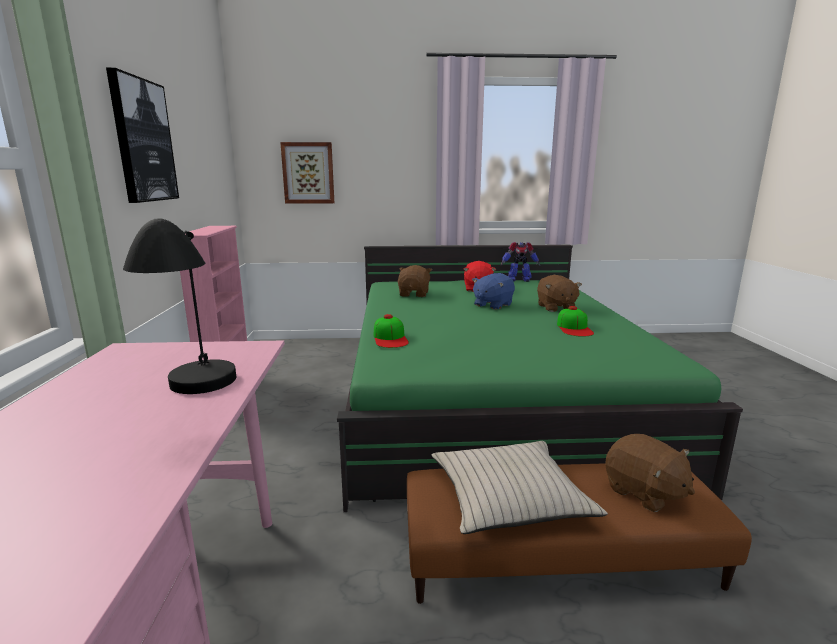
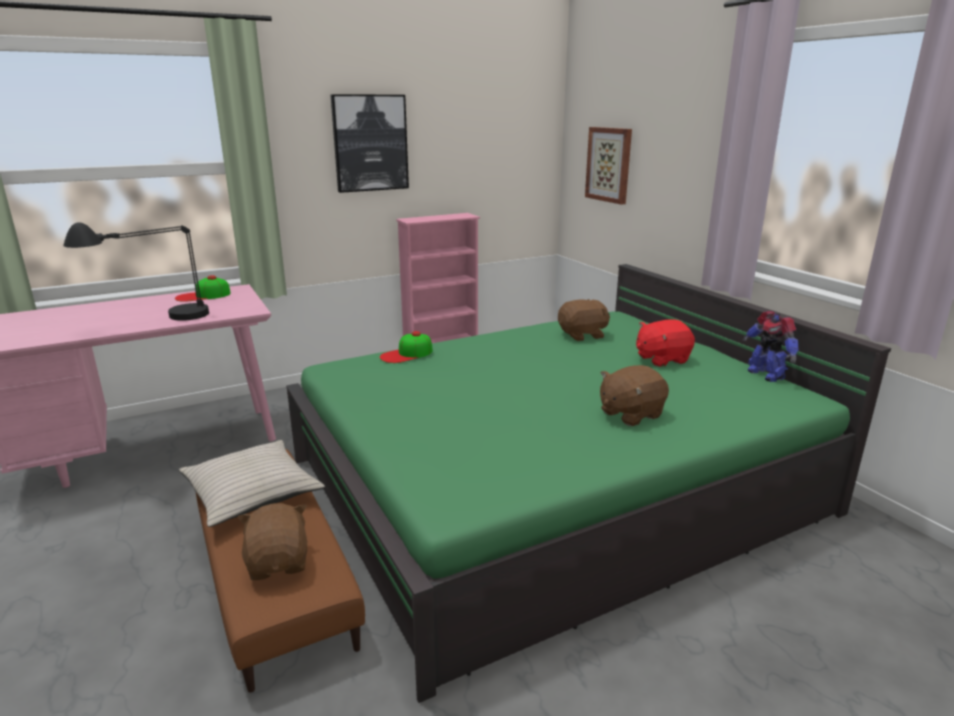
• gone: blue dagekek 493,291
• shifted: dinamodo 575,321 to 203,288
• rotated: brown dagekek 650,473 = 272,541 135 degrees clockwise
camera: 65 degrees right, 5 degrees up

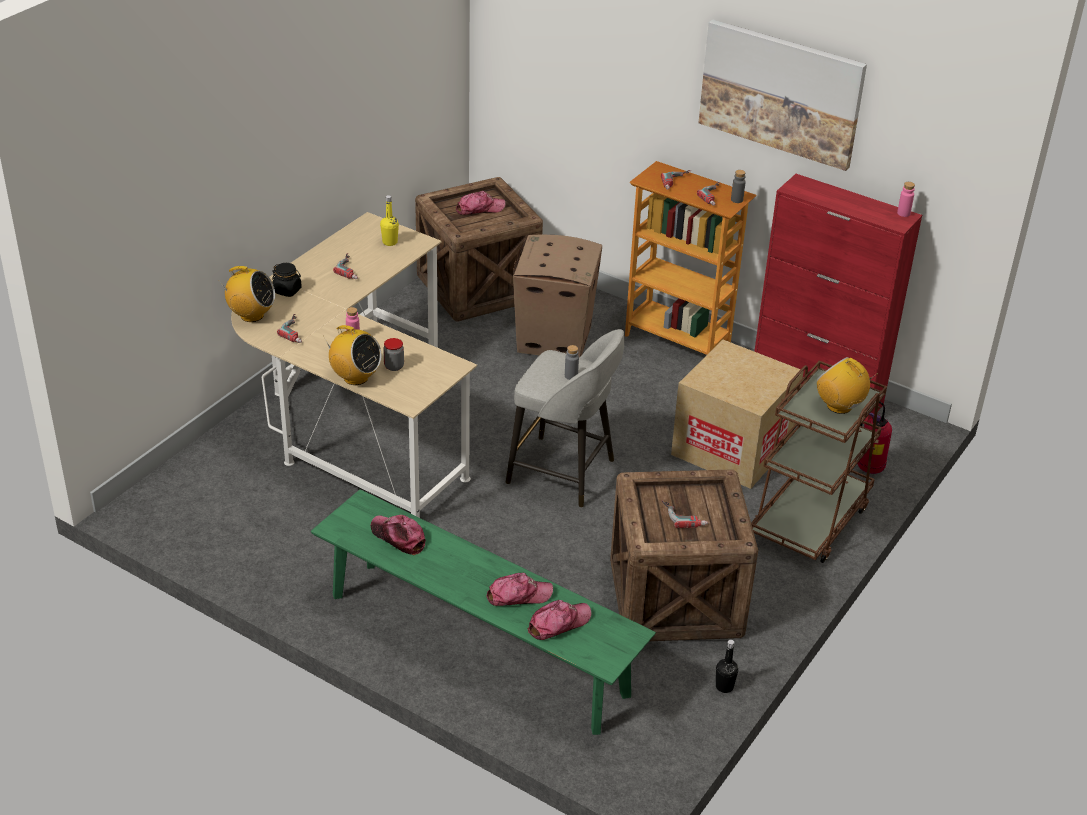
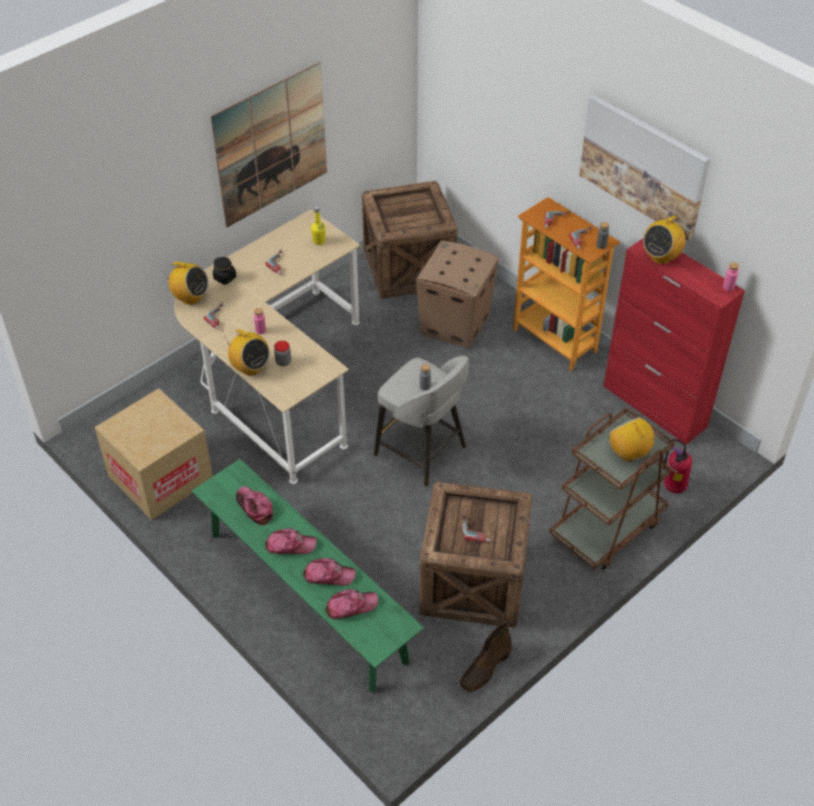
• new: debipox 269,144
• new: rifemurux 664,238
• shifted: dinamodo 481,203 to 291,541
• shifted: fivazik 737,414 to 154,454
• swapped: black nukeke 727,666 to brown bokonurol 486,657
camera: 15 degrees right, 10 degrees up

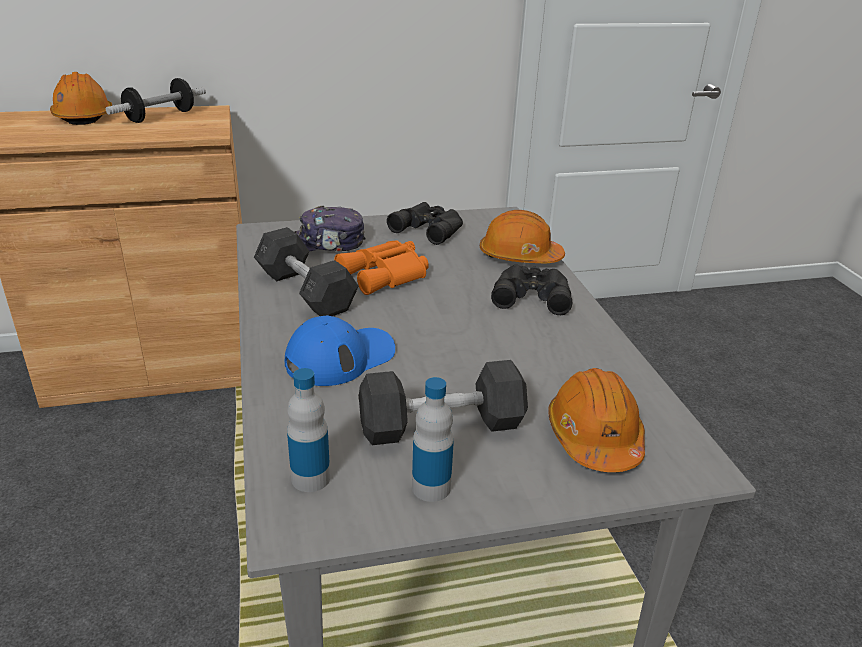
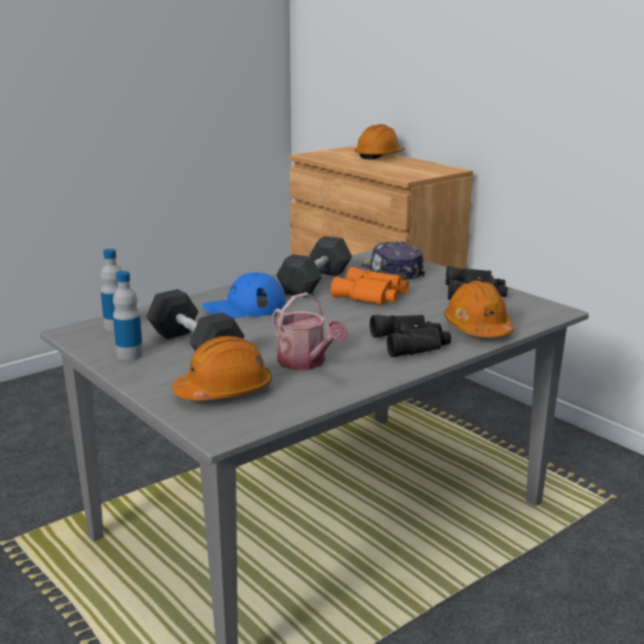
• gone: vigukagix 156,100
• new: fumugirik 309,331
• rotated: blue dinamodo 340,350 = 244,295 135 degrees clockwise
camera: 65 degrees right, 10 degrees down

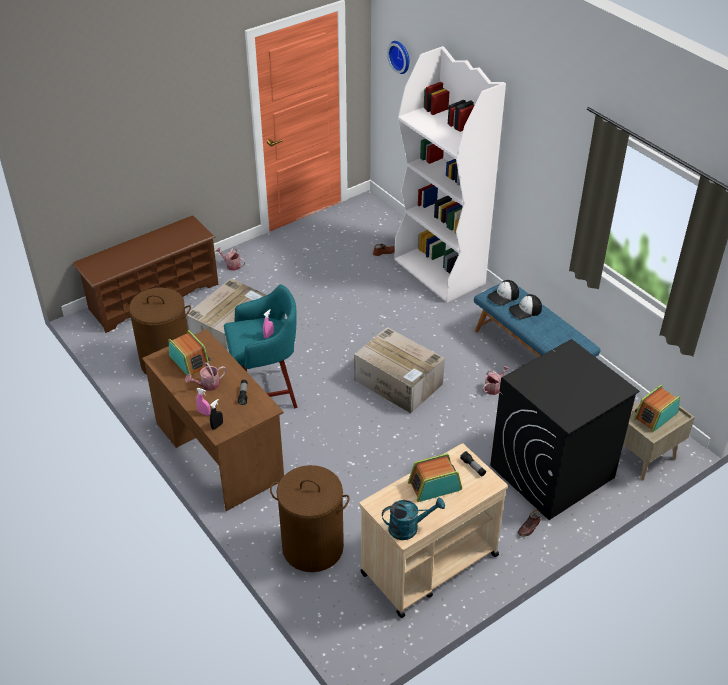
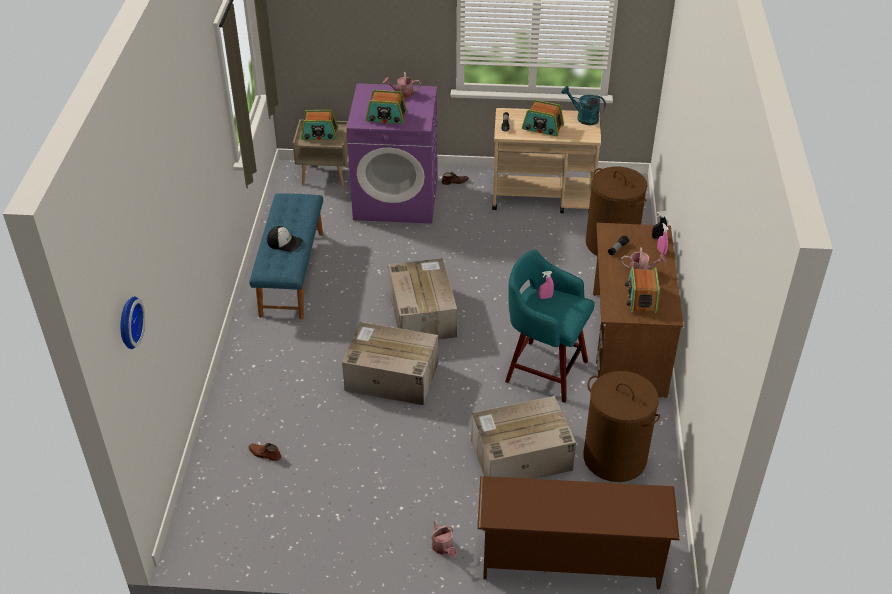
• gone: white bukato 450,174
• gone: dinamodo 503,293
• new: fivazik 390,363
• new: rifemurux 386,107
• shifted: fumugirik 495,380 to 402,85
• repainted: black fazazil 564,429 to purple fazazil 392,153
camera: 140 degrees left, 0 degrees up

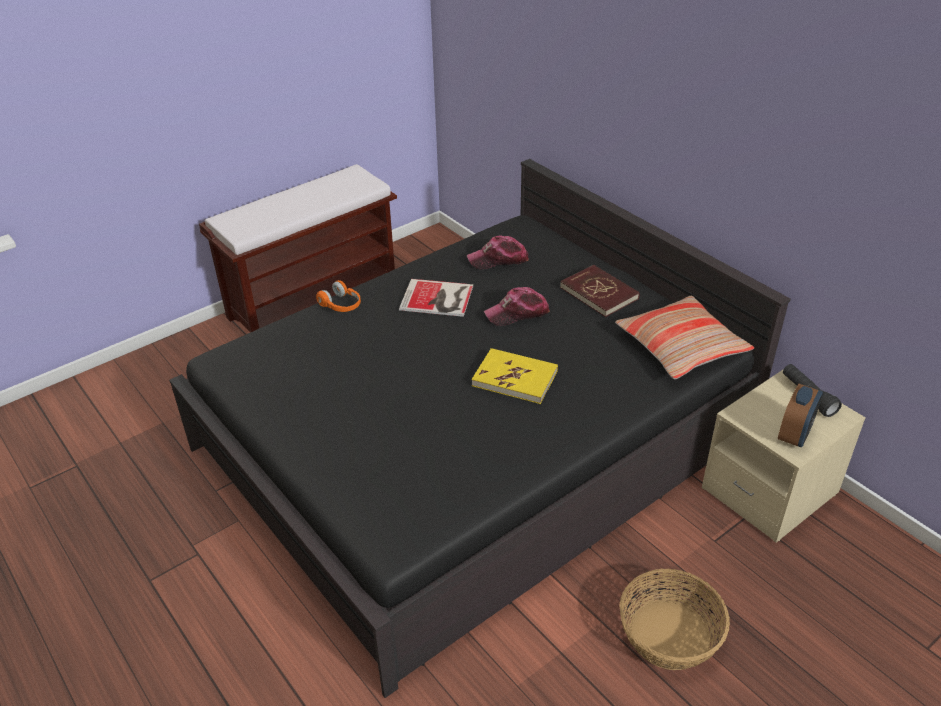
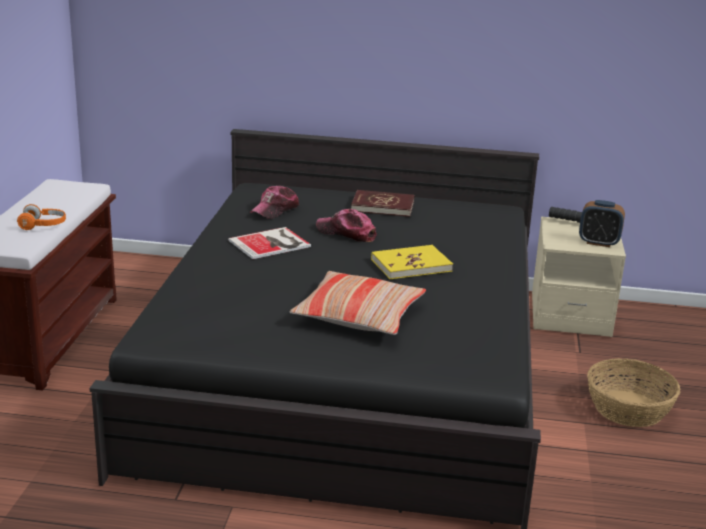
• shifted: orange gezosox 338,296 to 41,217
• shifted: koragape 684,337 to 358,303
• rotated: dinamodo 517,306 = 346,225 90 degrees clockwise
• rotated: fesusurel 800,415 = 602,223 120 degrees clockwise
camera: 45 degrees left, 15 degrees down

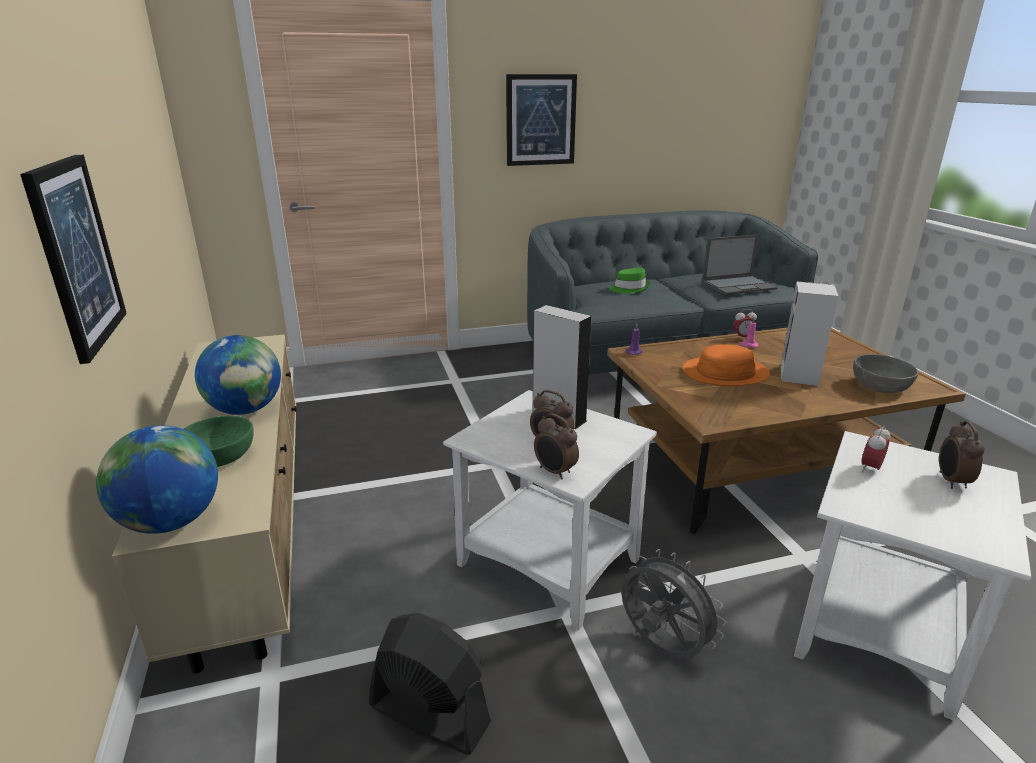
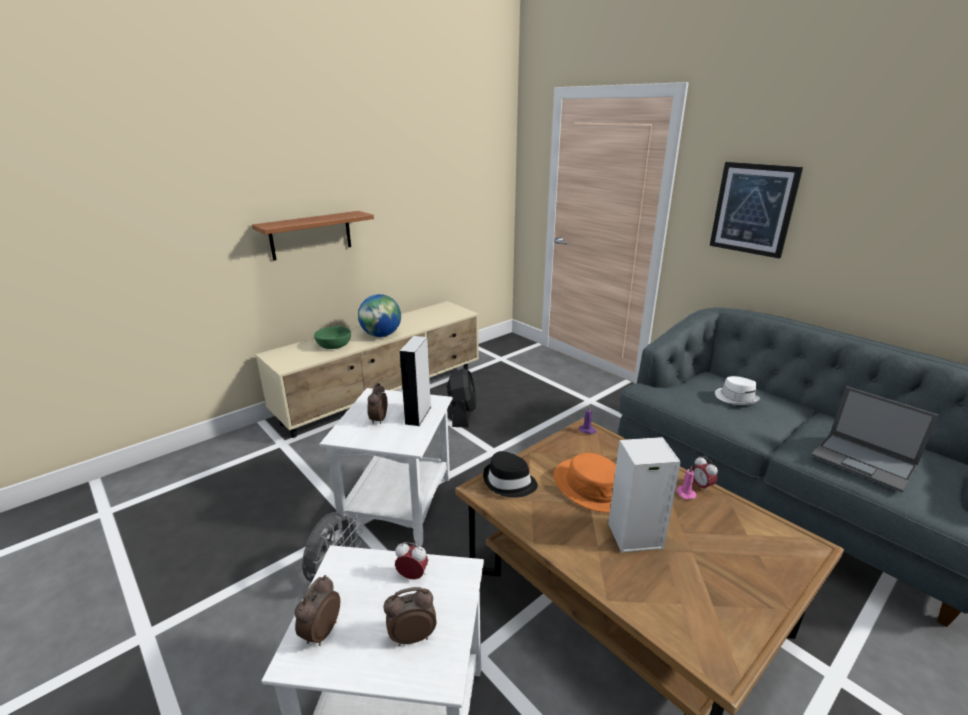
• gone: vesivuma 157,479
• gone: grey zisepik 886,373
• new: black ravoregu 510,474
• shifted: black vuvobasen 430,684 to 461,397
• shifted: fesusurel 556,446 to 317,610
• swapped: debipox 73,259 to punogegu 313,236
• repainted: green ravoregu 629,281 to white ravoregu 737,390
camera: 65 degrees right, 0 degrees up

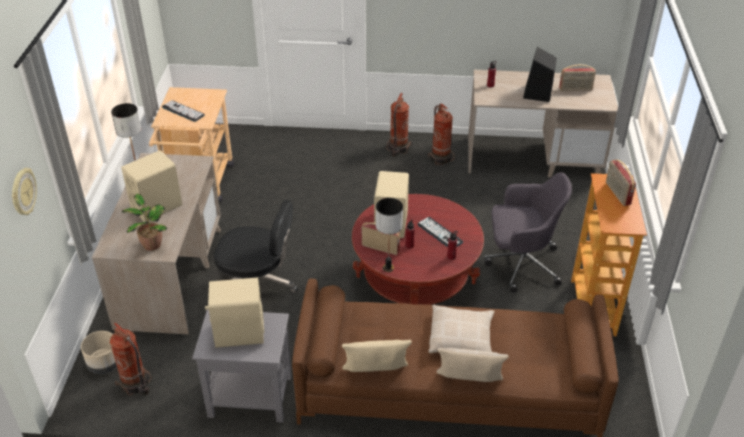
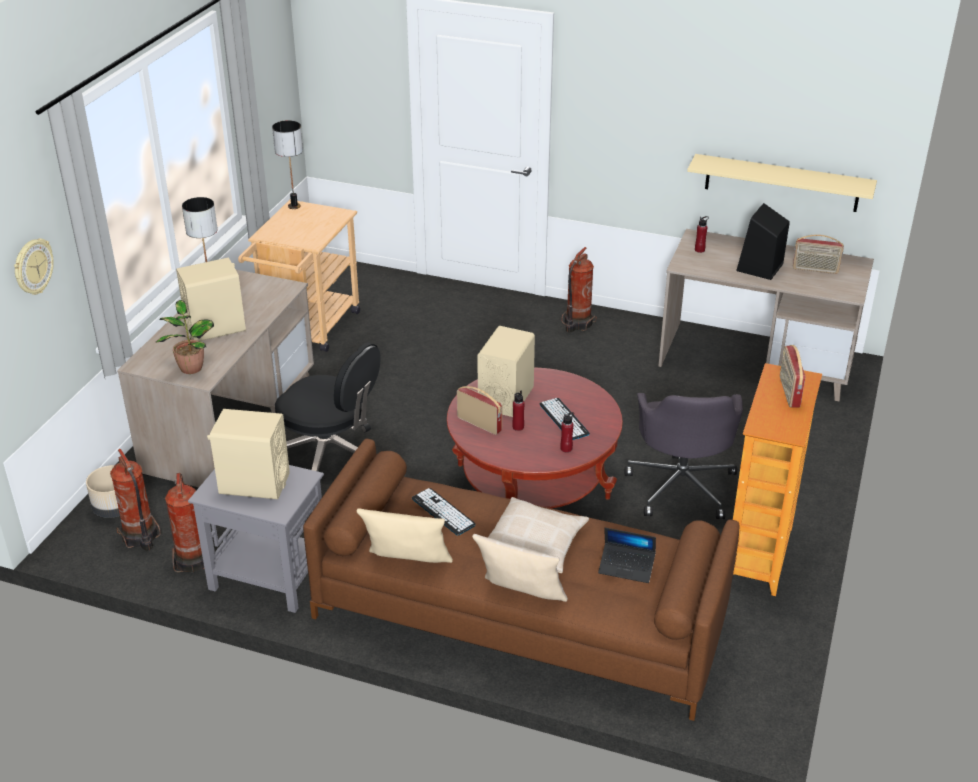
• new: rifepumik 627,555
• new: beige punogegu 782,183
• shifted: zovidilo 183,111 to 444,512
• shifted: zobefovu 389,235 to 287,164
• shifted: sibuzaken 441,134 to 185,522
• rotated: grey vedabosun 528,232 = 684,456 75 degrees clockwise
camera: 15 degrees right, 5 degrees down

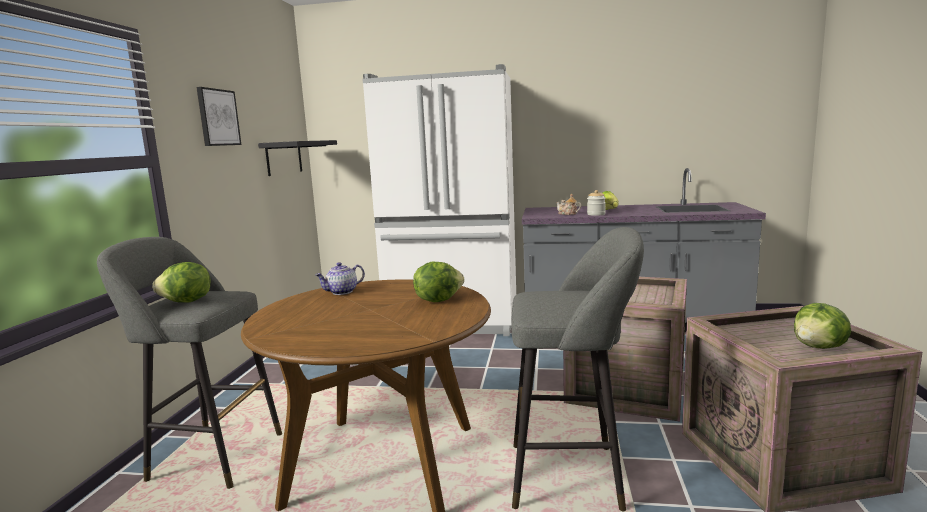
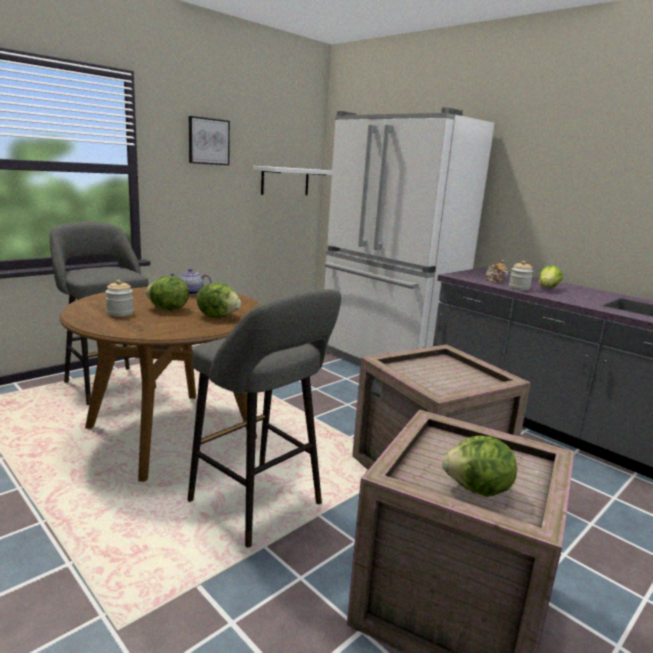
• new: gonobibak 119,298
• shifted: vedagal 181,282 to 167,293
• repainted: black punogegu 297,158 to white punogegu 292,180
camera: 35 degrees right, 5 degrees up

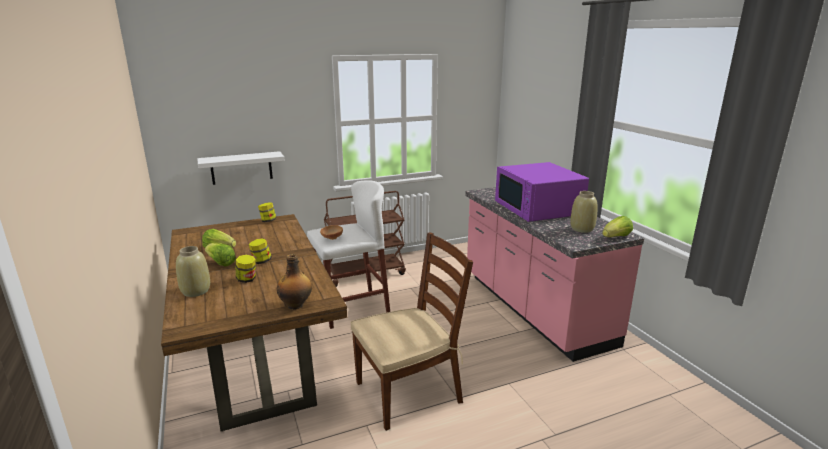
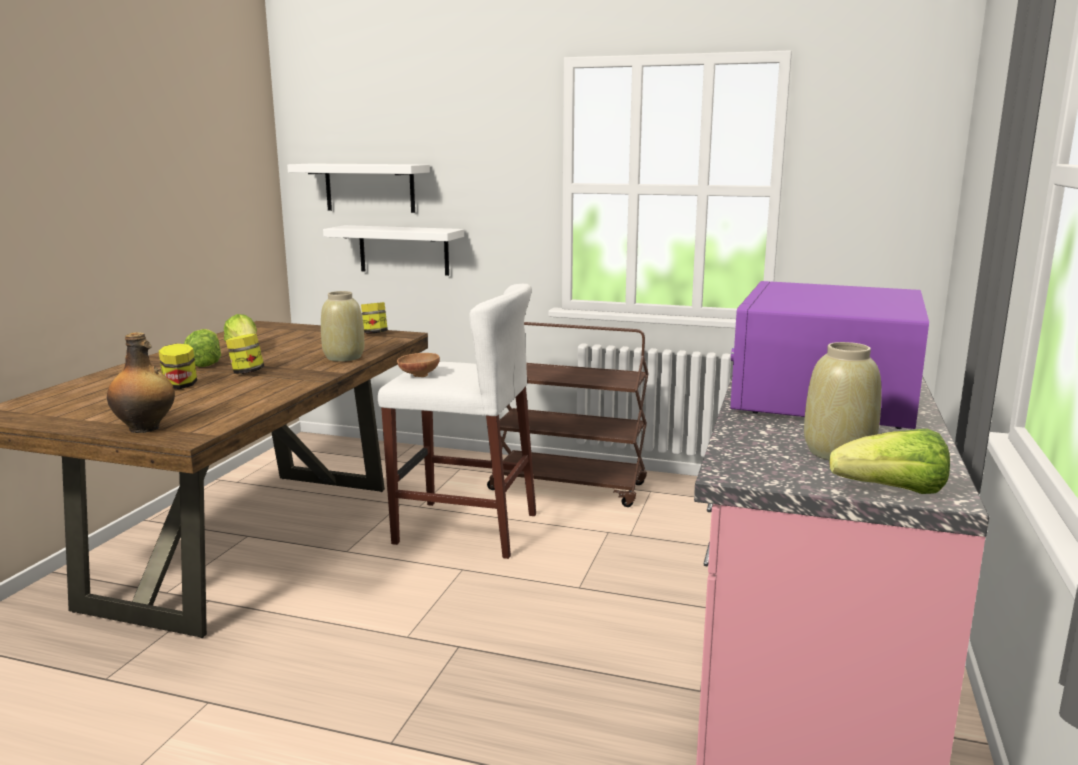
• gone: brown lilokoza 411,331
• new: white punogegu 358,188
• shifted: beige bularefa 193,271 to 342,326
camera: 40 degrees right, 5 degrees down

